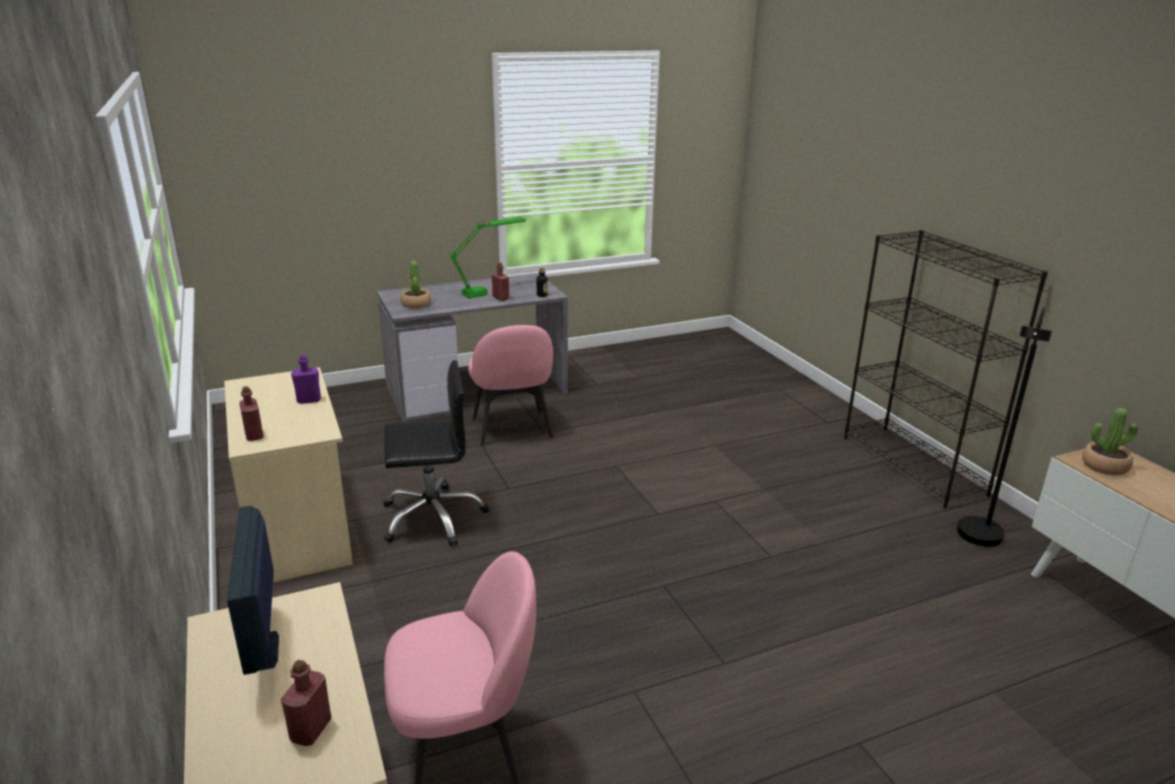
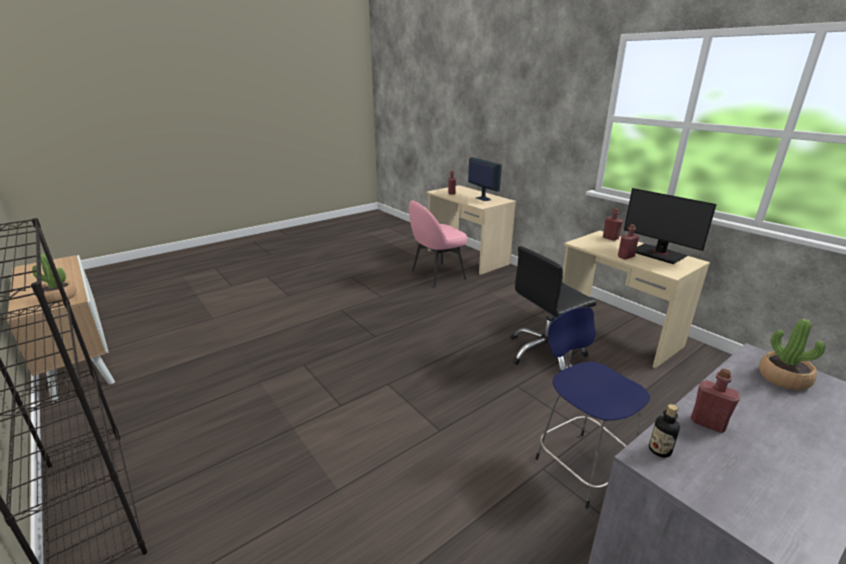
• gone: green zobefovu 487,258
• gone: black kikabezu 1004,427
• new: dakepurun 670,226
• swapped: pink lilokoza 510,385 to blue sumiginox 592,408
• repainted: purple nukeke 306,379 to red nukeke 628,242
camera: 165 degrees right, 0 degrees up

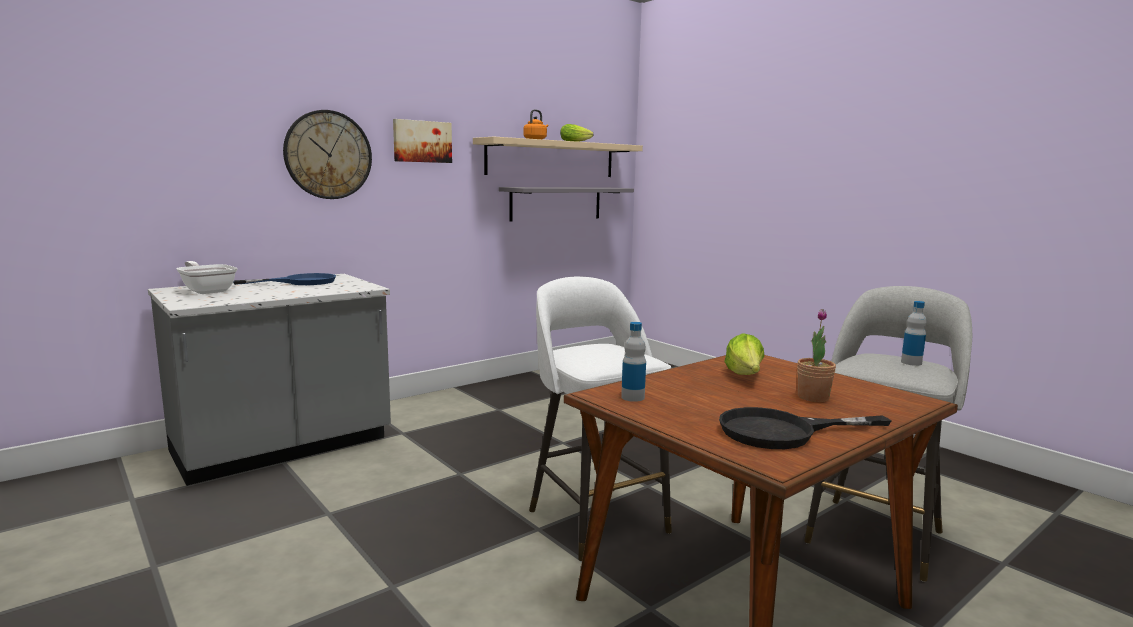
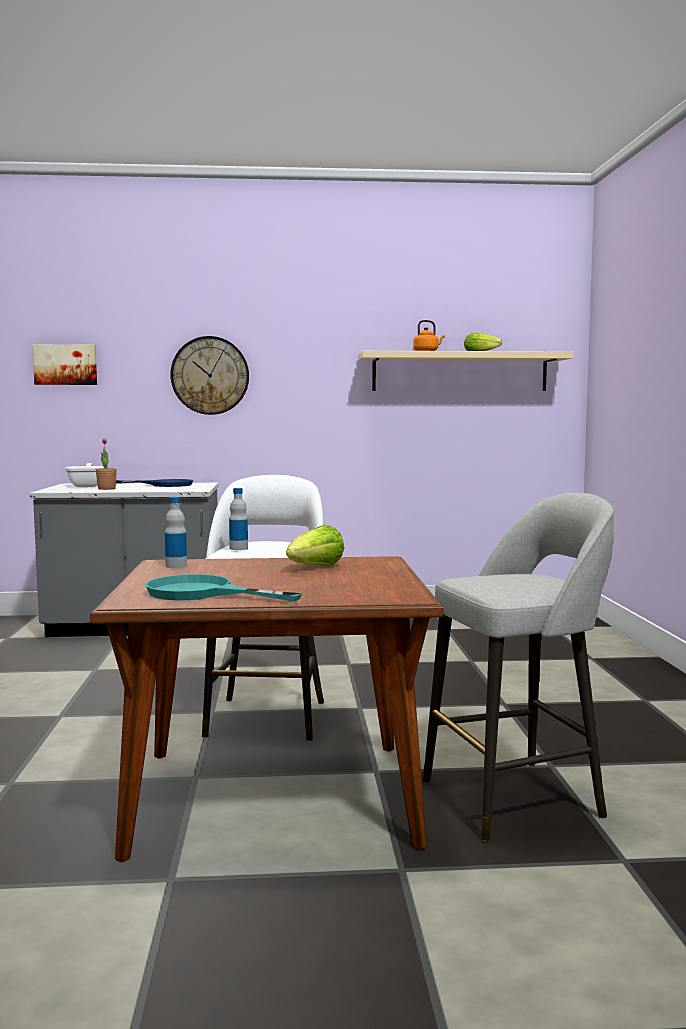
• gone: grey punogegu 566,204
• shifted: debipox 422,141 to 65,364
• shifted: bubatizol 816,355 to 106,464
• shifted: nukeke 914,333 to 238,519
• repainted: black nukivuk 805,428 to turquoise nukivuk 223,588
camera: 35 degrees right, 5 degrees down

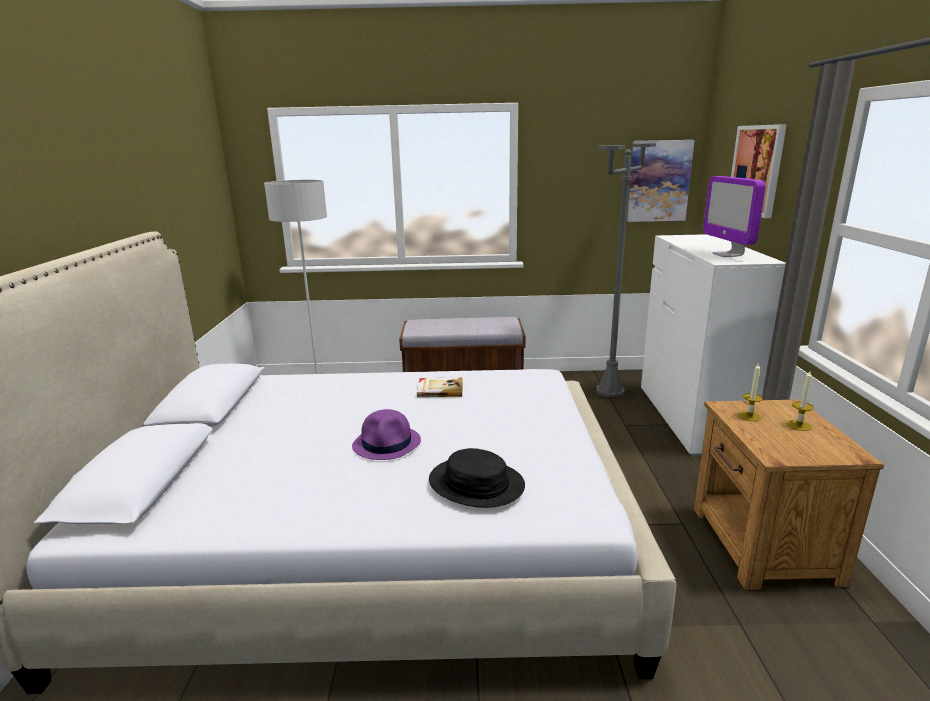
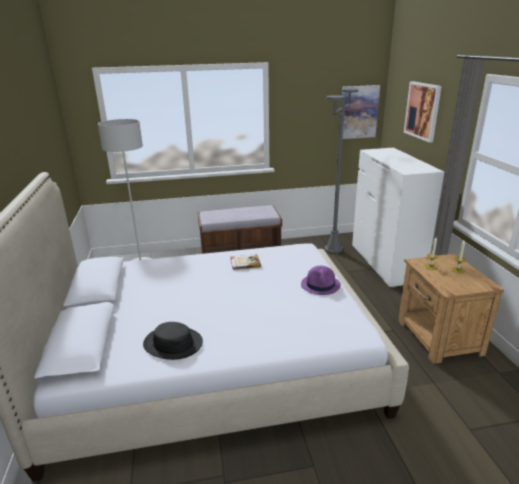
• gone: dakepurun 734,216
• shifted: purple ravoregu 386,434 to 321,280
• shifted: black ravoregu 477,478 to 173,341
camera: 10 degrees left, 5 degrees up

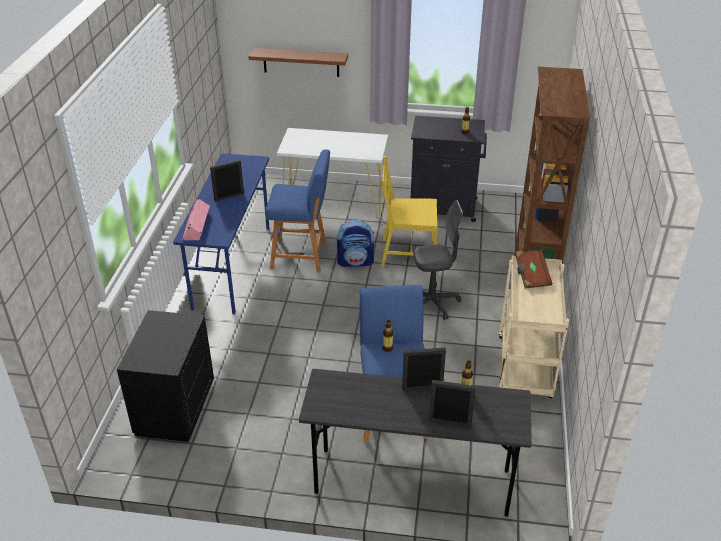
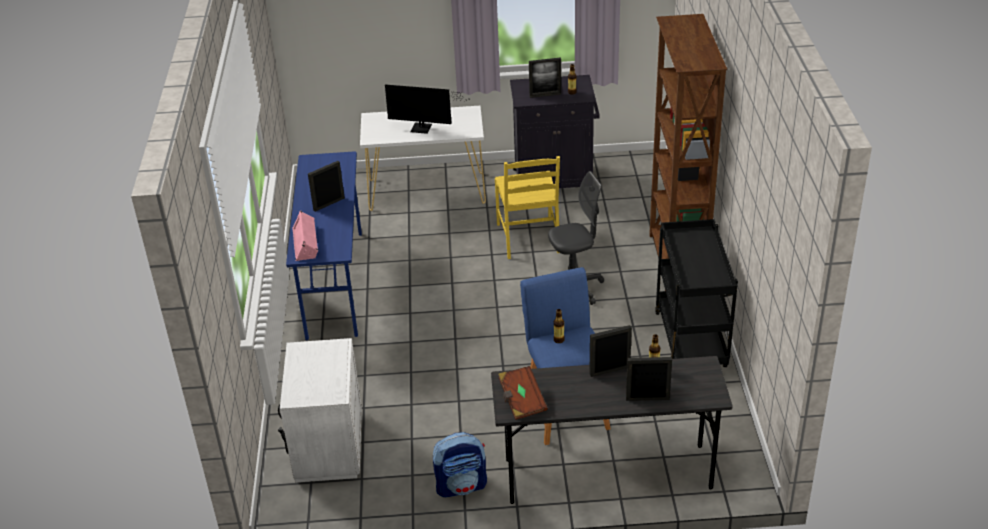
• gone: brown punogegu 298,62
• gone: blue sumiginox 298,210
• new: dakepurun 425,109
• new: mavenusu 545,77
• shifted: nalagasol 356,243 to 460,464
• shifted: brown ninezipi 533,269 to 523,393
• repainted: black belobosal 165,376 to white belobosal 320,410
• repainted: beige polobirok 534,327 to black polobirok 696,293
• rotated: yellow lilokoza 409,211 = 527,207 90 degrees counterclockwise
camera: 10 degrees left, 0 degrees up

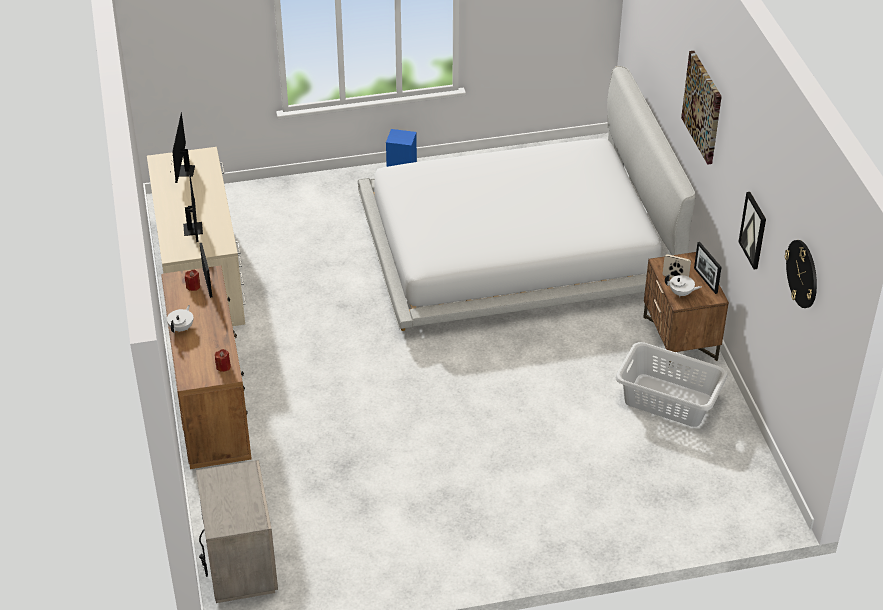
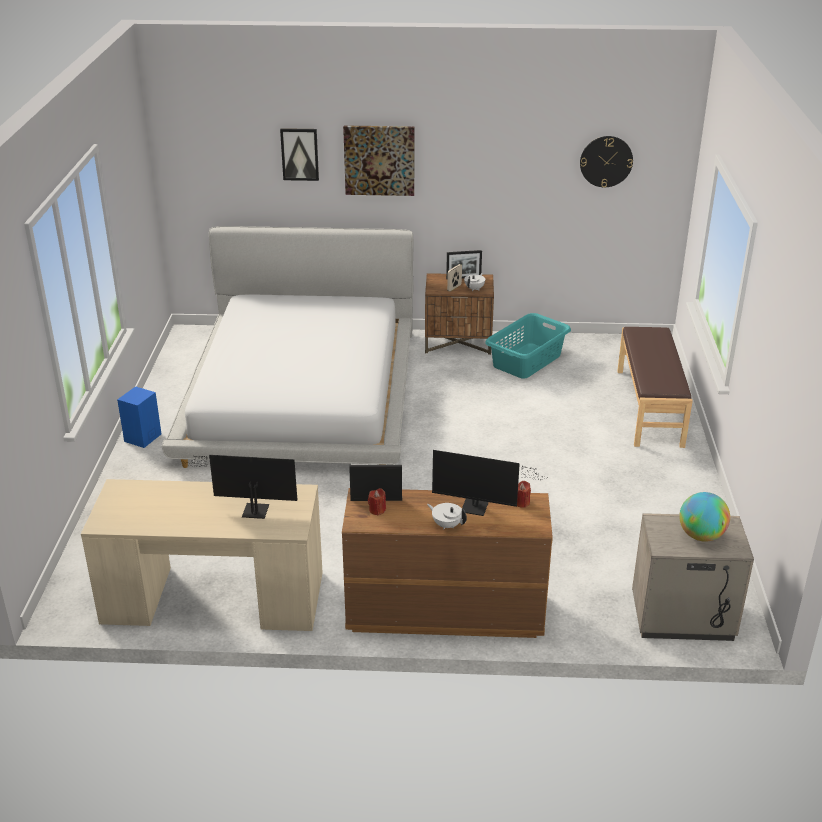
• new: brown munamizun 655,387
• new: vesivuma 704,517
• shifted: dakepurun 182,147 to 489,483
• shifted: debipox 752,230 to 299,154
• repainted: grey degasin 672,384 to turquoise degasin 528,346
camera: 75 degrees left, 10 degrees down

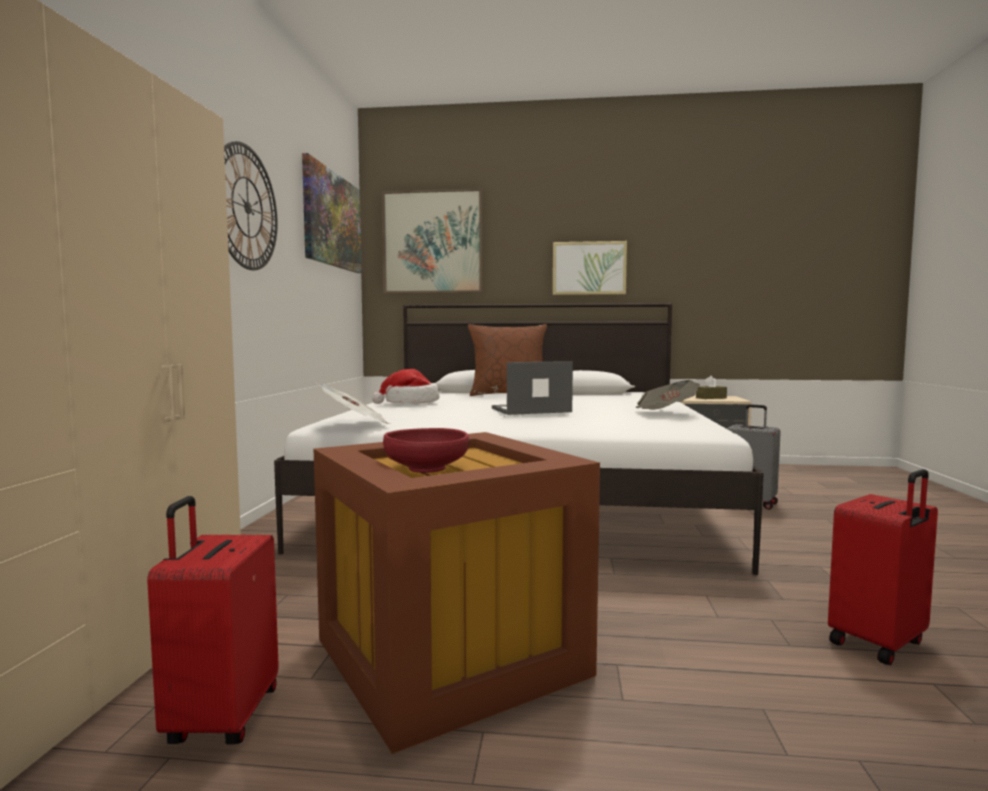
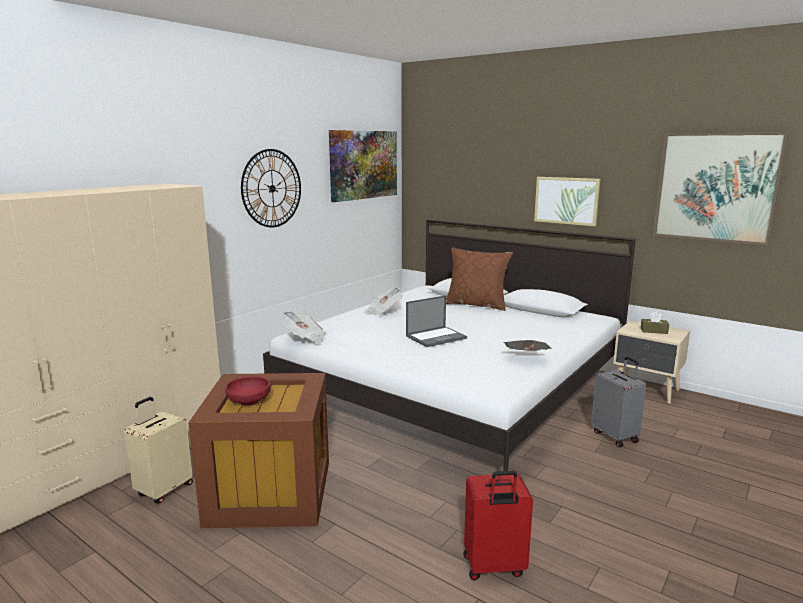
• shifted: debipox 432,241 to 720,189
• swapped: ravoregu 406,386 to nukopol 383,301
• repainted: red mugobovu 213,620 to beige mugobovu 158,450
• rotated: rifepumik 532,388 = 436,321 135 degrees clockwise
camera: 30 degrees right, 10 degrees up

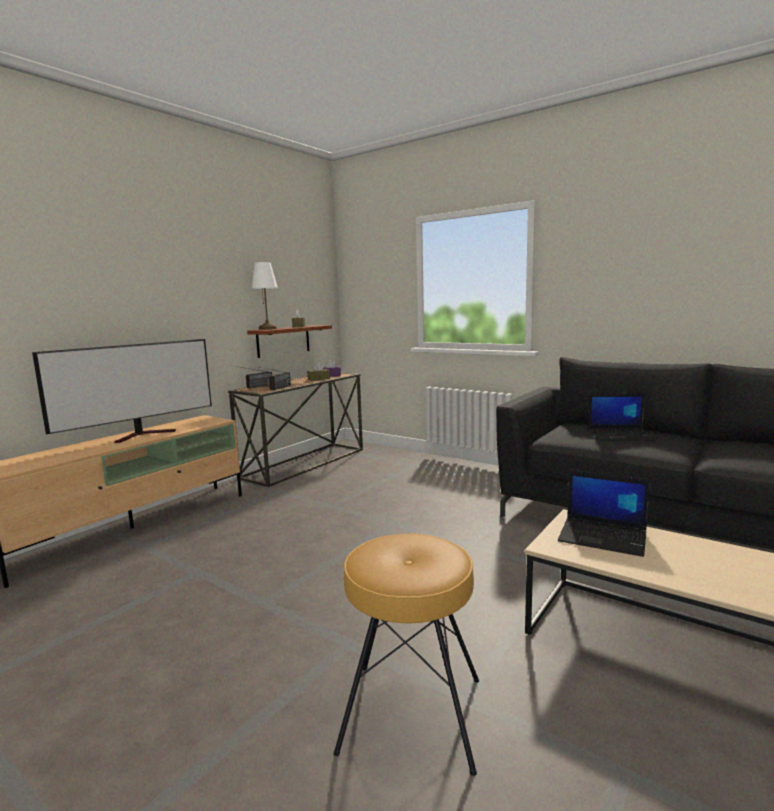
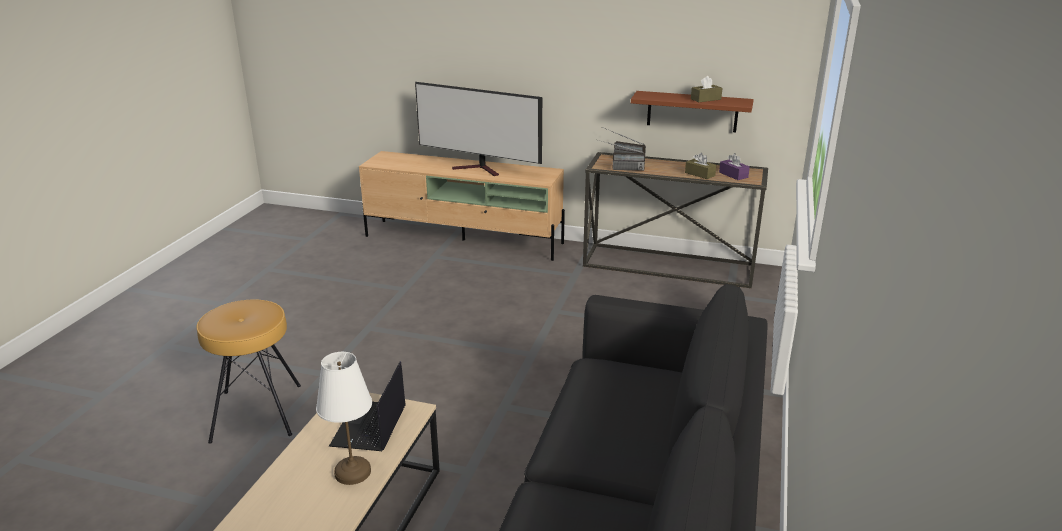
• gone: rifepumik 622,416
• shifted: white zobefovu 264,296 to 344,418
camera: 70 degrees right, 15 degrees up

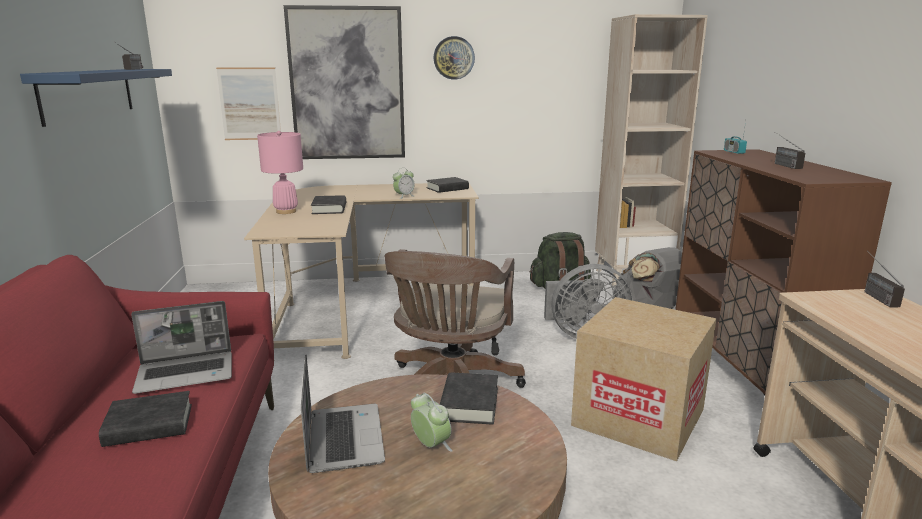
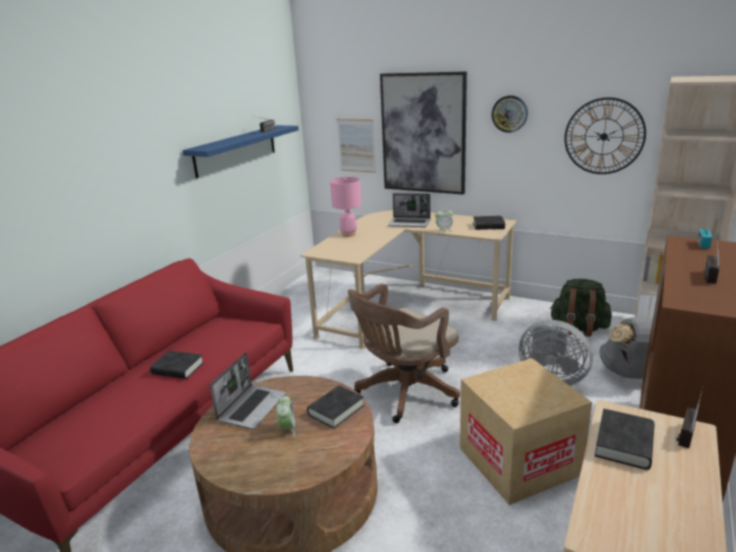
• new: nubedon 605,135
• shifted: rifepumik 181,347 to 409,210
• shifted: black ninezipi 328,204 to 625,439
camera: 35 degrees right, 5 degrees up

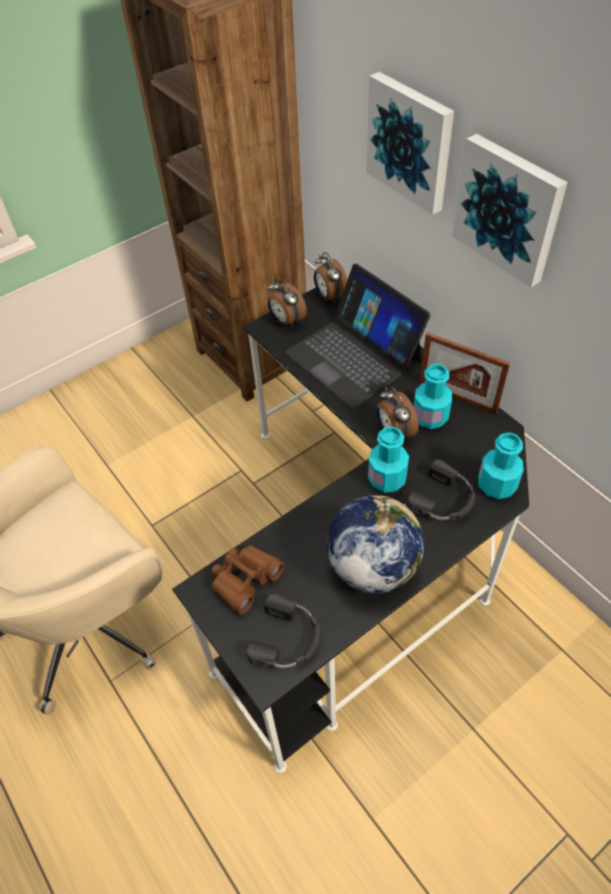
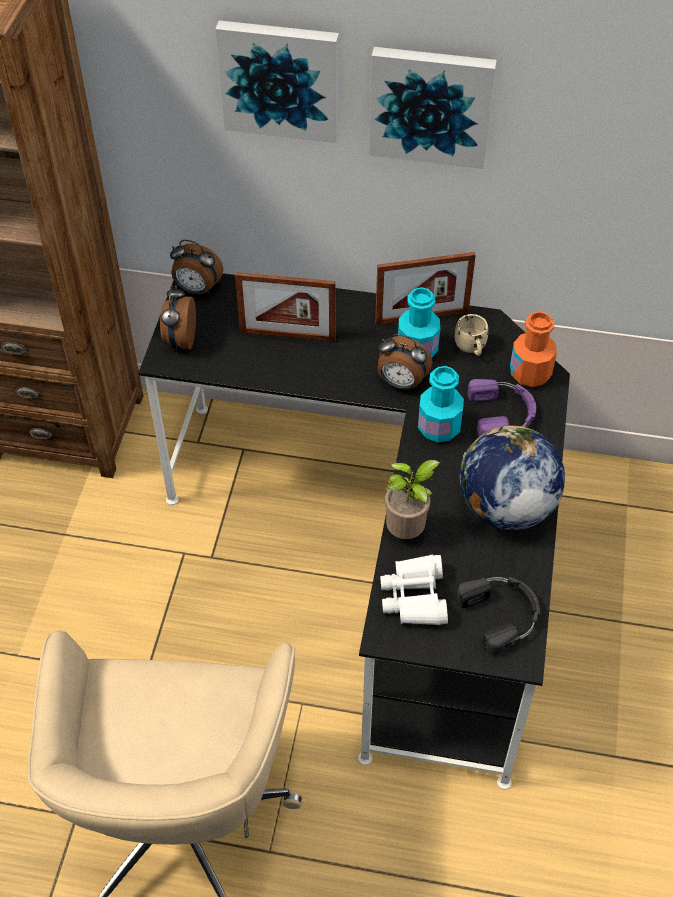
• new: bubatizol 412,499
• new: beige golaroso 471,335
• swapped: rifepumik 358,336 to mavenusu 285,306
• repainted: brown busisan 247,579 to white busisan 414,590
• repainted: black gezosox 441,490 to purple gezosox 502,408
• repainted: turquoise nukeke 501,465 to orange nukeke 533,349
• rotated: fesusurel 287,302 = 178,318 90 degrees clockwise
camera: 45 degrees left, 0 degrees up

